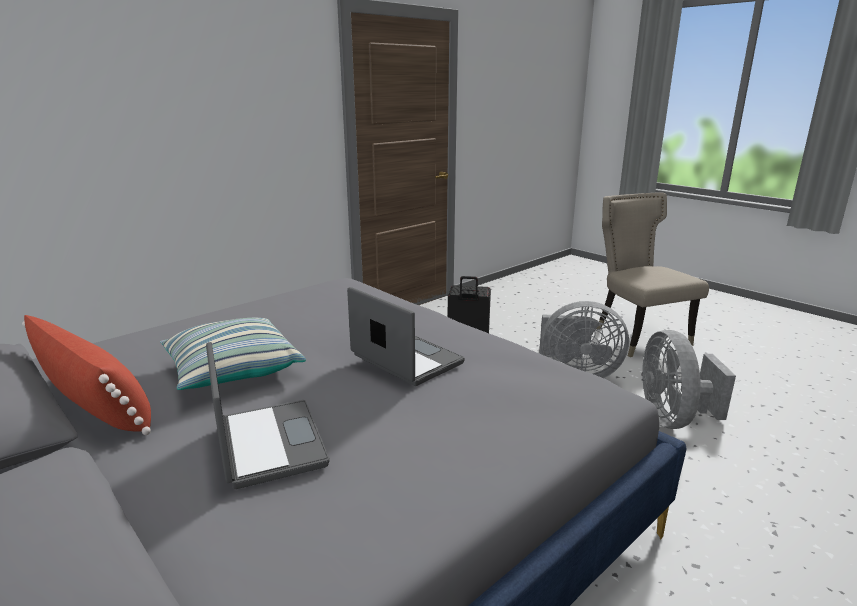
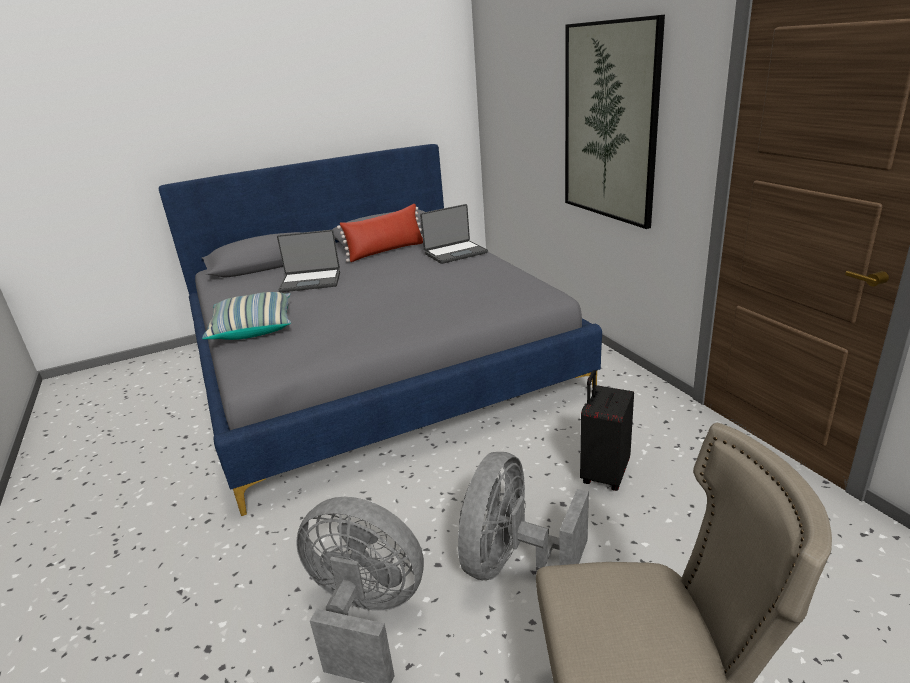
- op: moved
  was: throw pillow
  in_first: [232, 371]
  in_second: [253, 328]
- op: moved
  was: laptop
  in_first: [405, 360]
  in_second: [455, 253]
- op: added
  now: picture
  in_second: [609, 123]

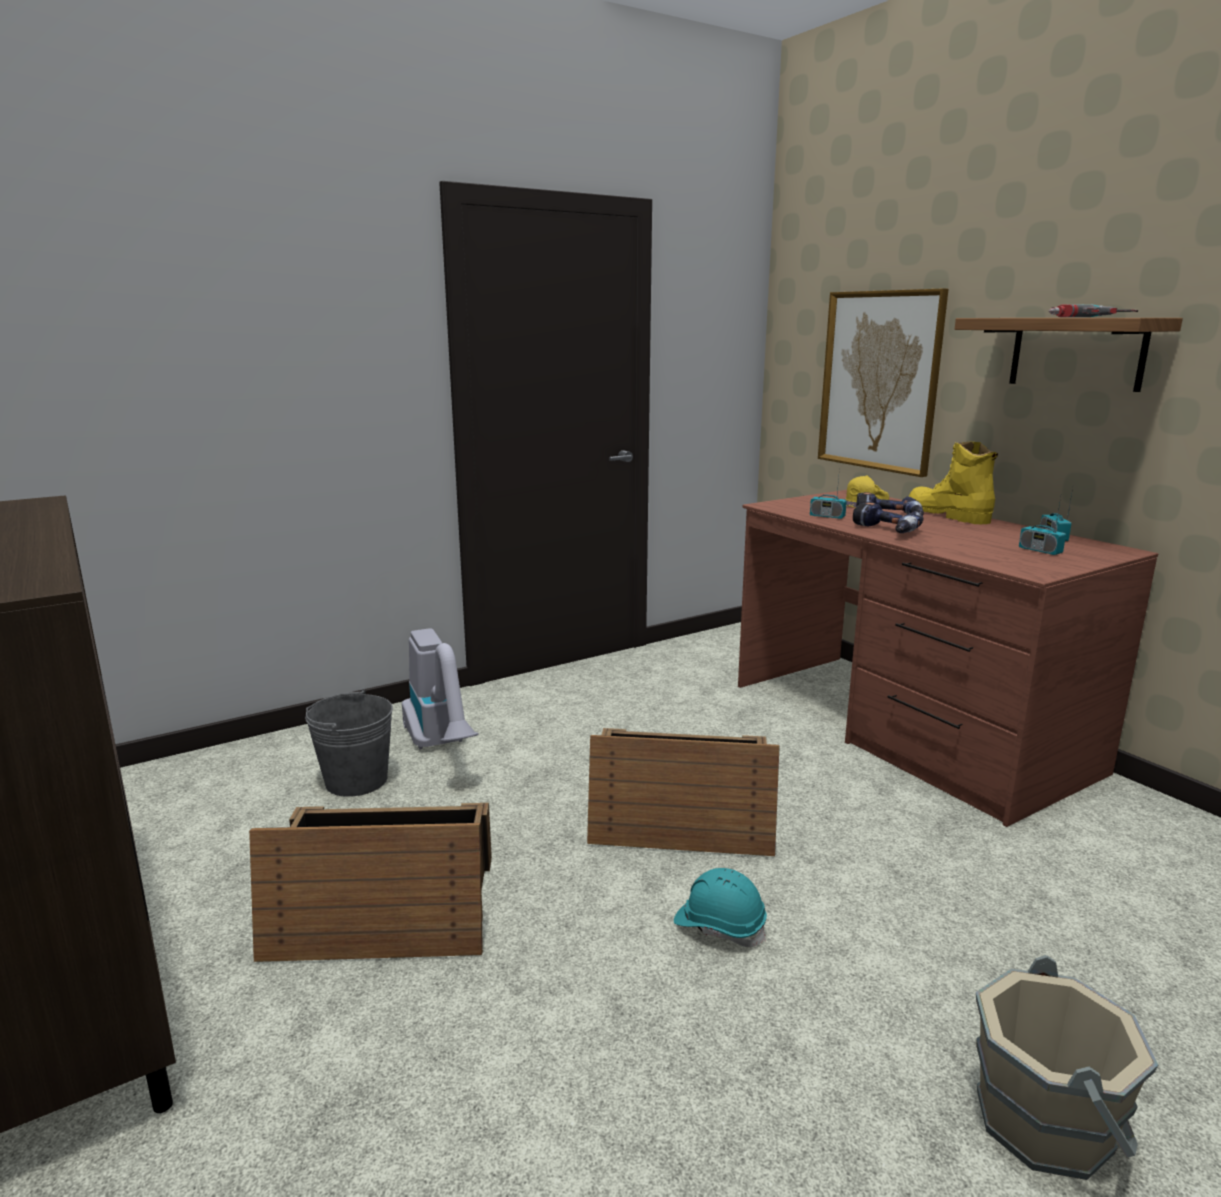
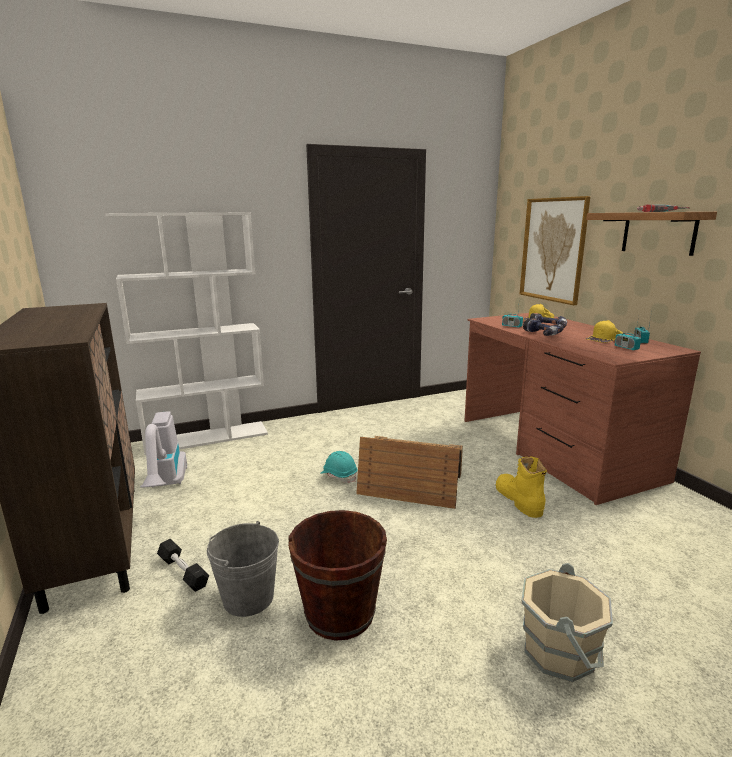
- op: removed
  was: shipping crate
  in_first: [382, 908]
- op: moved
  was: pail (grey)
  in_first: [356, 780]
  in_second: [248, 598]
- op: moved
  was: hoover
  in_first: [442, 746]
  in_second: [167, 486]
- op: moved
  was: safety helmet (blue-green)
  in_first: [719, 926]
  in_second: [339, 476]
- op: moved
  was: boot (yellowish)
  in_first: [947, 514]
  in_second: [518, 500]
- op: added
  now: bookcase (white)
  in_second: [207, 437]
- op: added
  now: hand weight (black-coloured)
  in_second: [183, 572]
- op: added
  now: pail (brownish)
  in_second: [340, 613]
- op: added
  now: cap (yellowish)
  in_second: [605, 339]

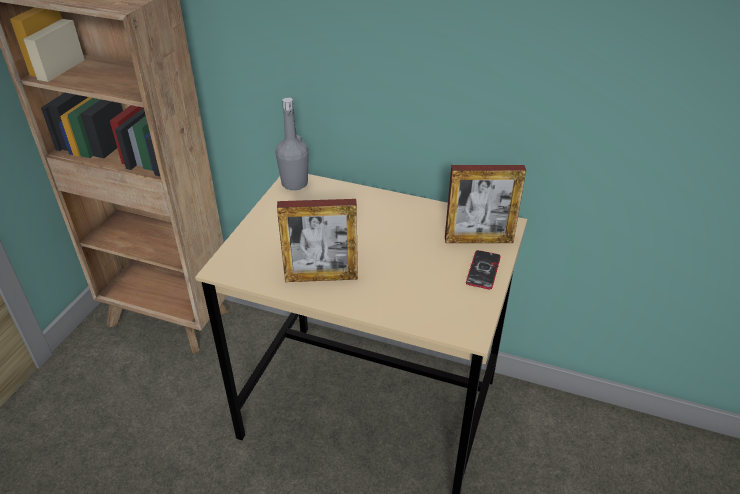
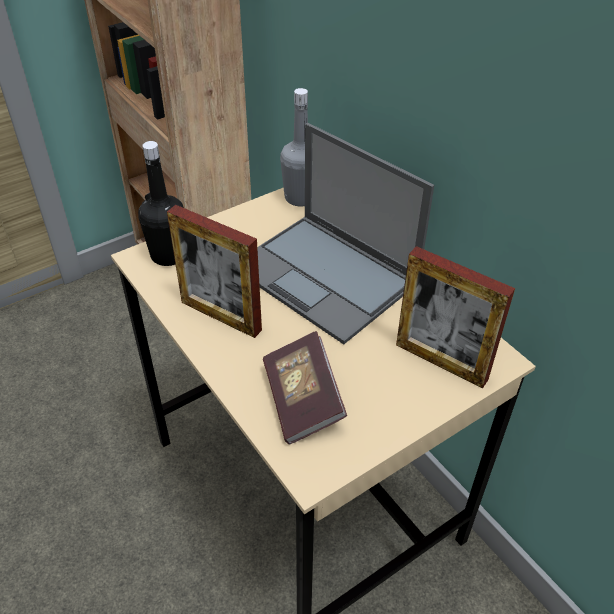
- op: removed
  was: phone
  in_first: [483, 270]
- op: added
  now: drink bottle (black-coloured)
  in_second: [168, 255]
- op: added
  now: laptop
  in_second: [326, 276]
- op: added
  now: bound book
  in_second: [302, 400]

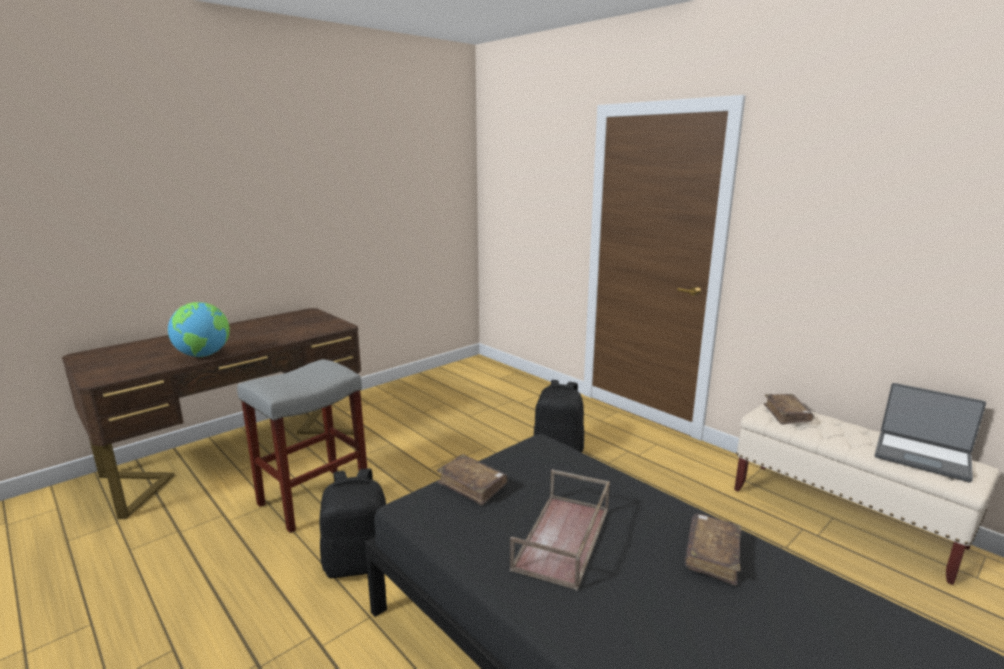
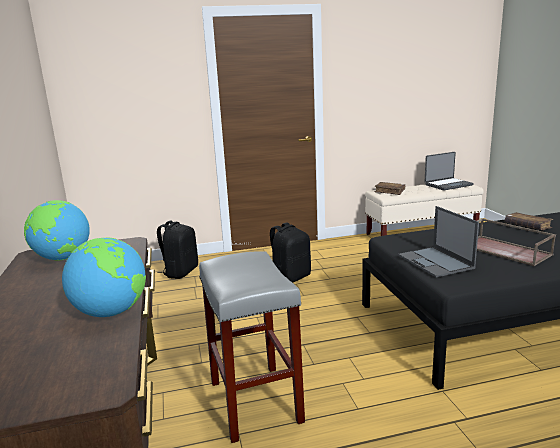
- op: moved
  was: knapsack (black-coloured)
  in_first: [359, 563]
  in_second: [180, 272]
- op: replaced
  was: bound book (brownish)
  now: laptop
  in_first: [472, 485]
  in_second: [436, 262]
- op: added
  now: desk globe
  in_second: [62, 258]

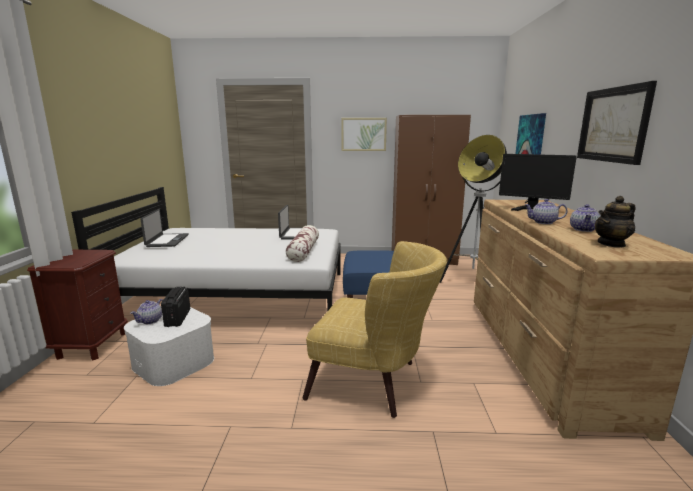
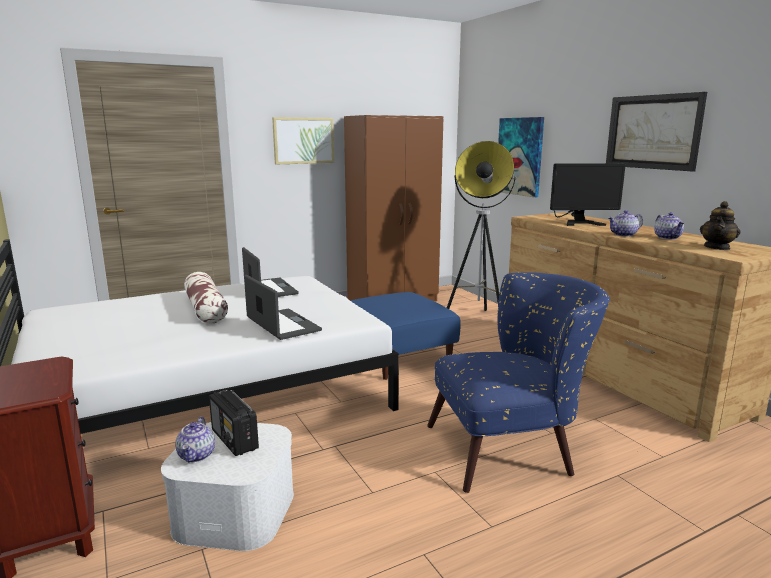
- op: moved
  was: laptop
  in_first: [167, 240]
  in_second: [282, 325]
- op: moved
  was: throw pillow
  in_first: [303, 251]
  in_second: [205, 309]
- op: recoloured
  was: armchair (yellowish)
  now: armchair (blue)
  in_first: [374, 383]
  in_second: [512, 449]

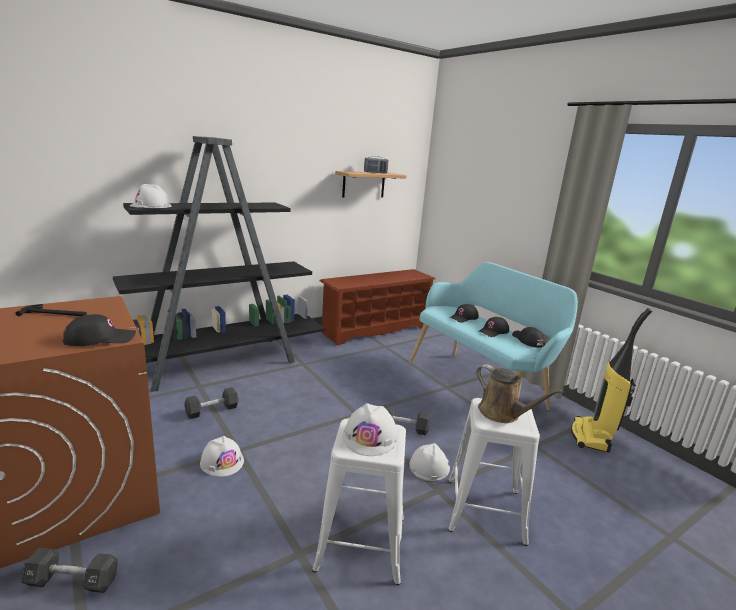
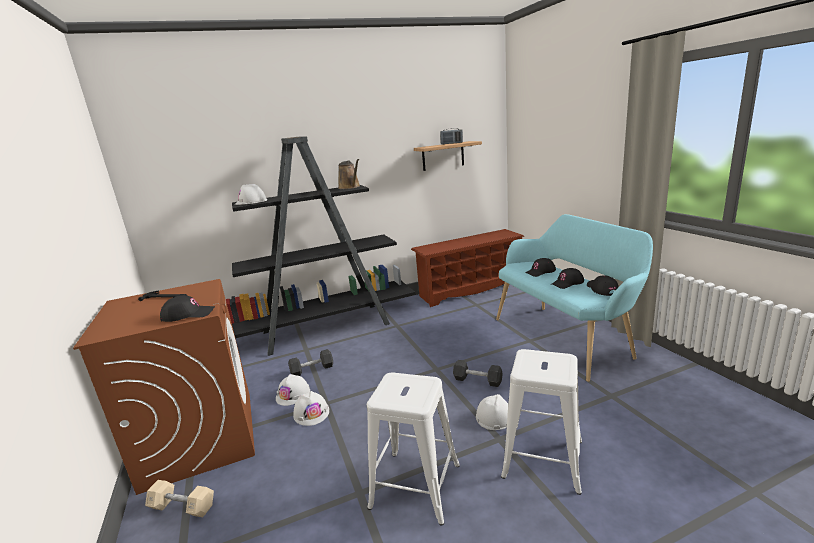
- op: recoloured
  was: hand weight (black-coloured)
  now: hand weight (sand-coloured)
  in_first: [73, 581]
  in_second: [183, 507]
- op: moved
  was: safety helmet (white)
  in_first: [370, 437]
  in_second: [293, 394]
- op: moved
  was: sprinkling can (brownish)
  in_first: [502, 414]
  in_second: [350, 187]
- op: removed
  was: hoover
  in_first: [592, 437]

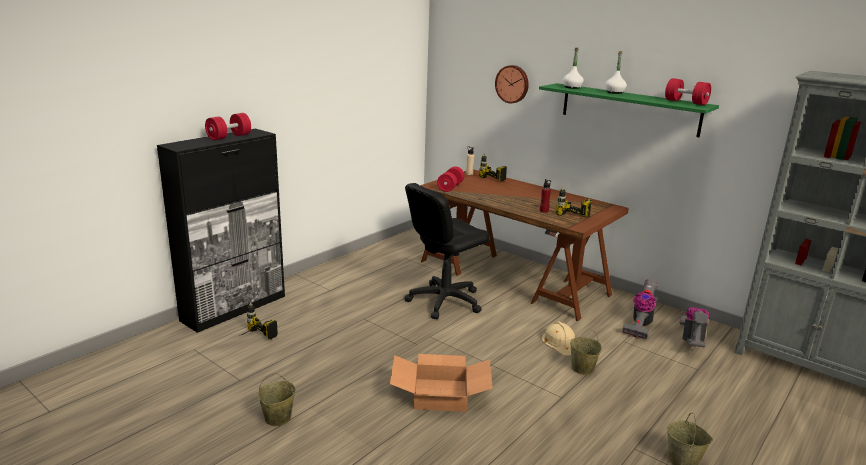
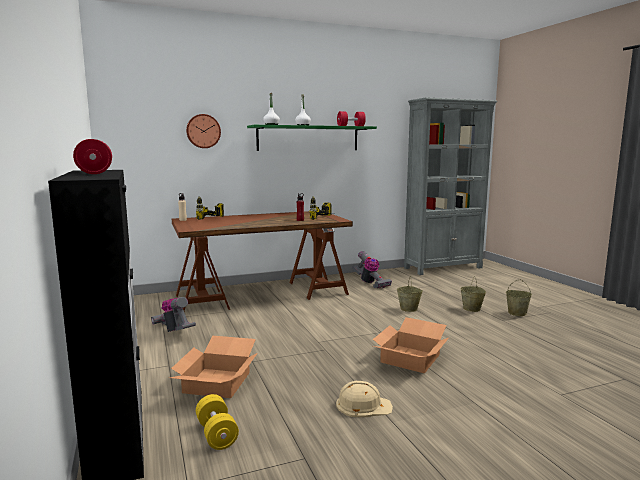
- op: replaced
  was: drill
  now: hand weight (yellowish)
  in_first: [251, 339]
  in_second: [217, 434]
- op: moved
  was: pail (sand-coloured)
  in_first: [277, 418]
  in_second: [472, 309]
- op: removed
  was: desk chair (black-coloured)
  in_first: [444, 301]
- op: removed
  was: hand weight (red)
  in_first: [450, 187]
- op: moved
  was: safety helmet (sand-coloured)
  in_first: [561, 343]
  in_second: [363, 405]
- op: moved
  was: hoover
  in_first: [692, 341]
  in_second: [174, 331]
- op: added
  now: cardboard box
  in_second: [216, 382]

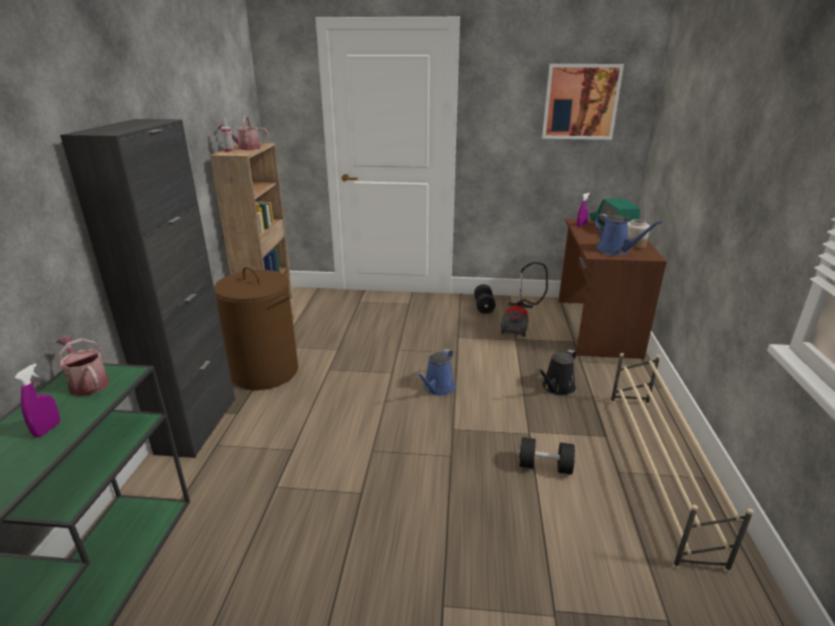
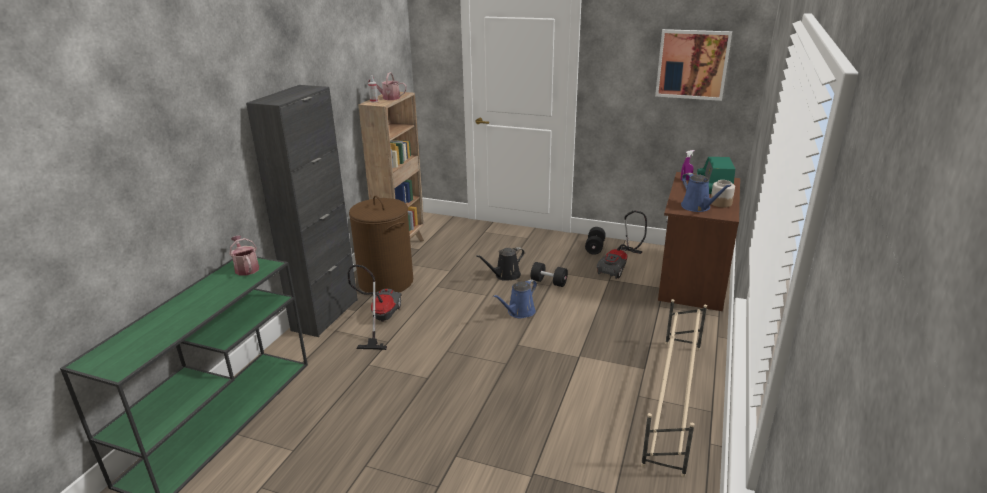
- op: removed
  was: spray bottle (purple)
  in_first: [47, 429]
- op: moved
  was: hand weight (black-coloured)
  in_first: [545, 466]
  in_second: [548, 282]
- op: moved
  was: sprinkling can (black-coloured)
  in_first: [556, 388]
  in_second: [505, 275]
- op: added
  now: hoover
  in_second: [380, 320]

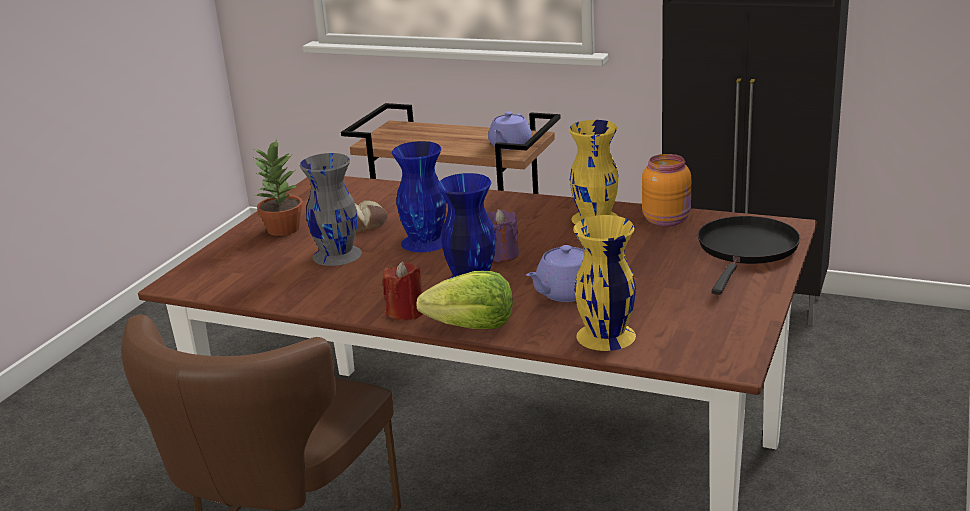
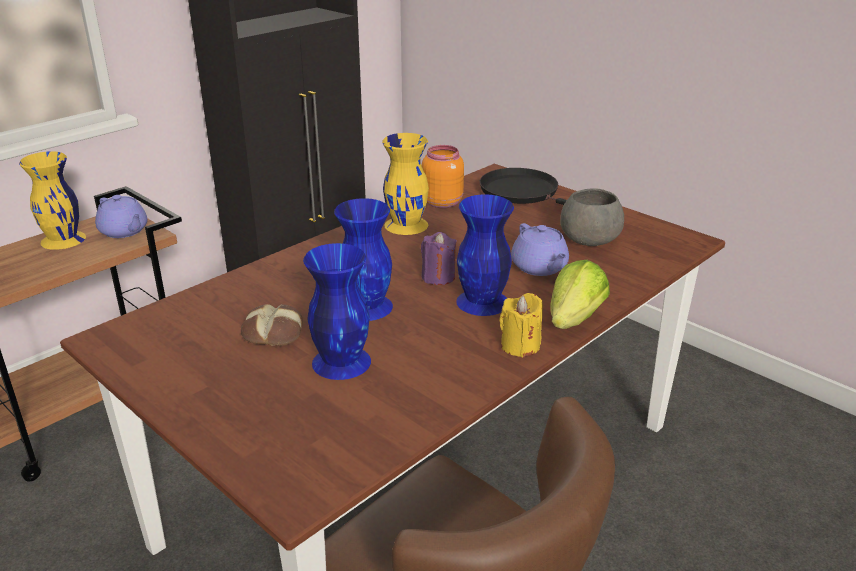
- op: removed
  was: potted plant
  in_first: [282, 229]
- op: recoloured
  was: flower vase (grey)
  now: flower vase (blue)
  in_first: [337, 254]
  in_second: [340, 361]
- op: recoloured
  was: wax candle (red)
  now: wax candle (yellowish)
  in_first: [406, 312]
  in_second: [520, 346]
- op: moved
  was: flower vase (yellowish)
  in_first: [604, 336]
  in_second: [63, 240]
- op: added
  now: deep dish (grey)
  in_second: [588, 239]

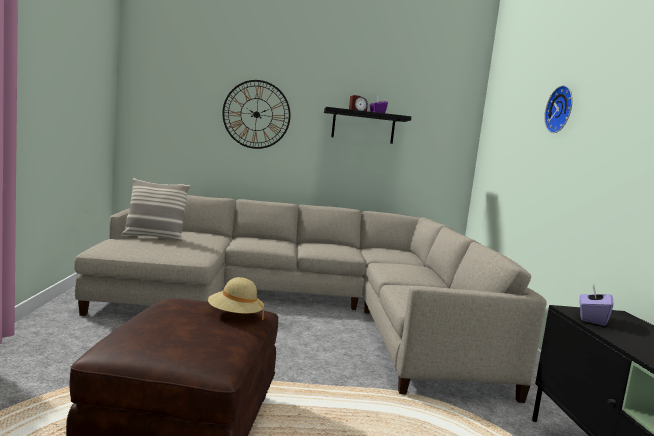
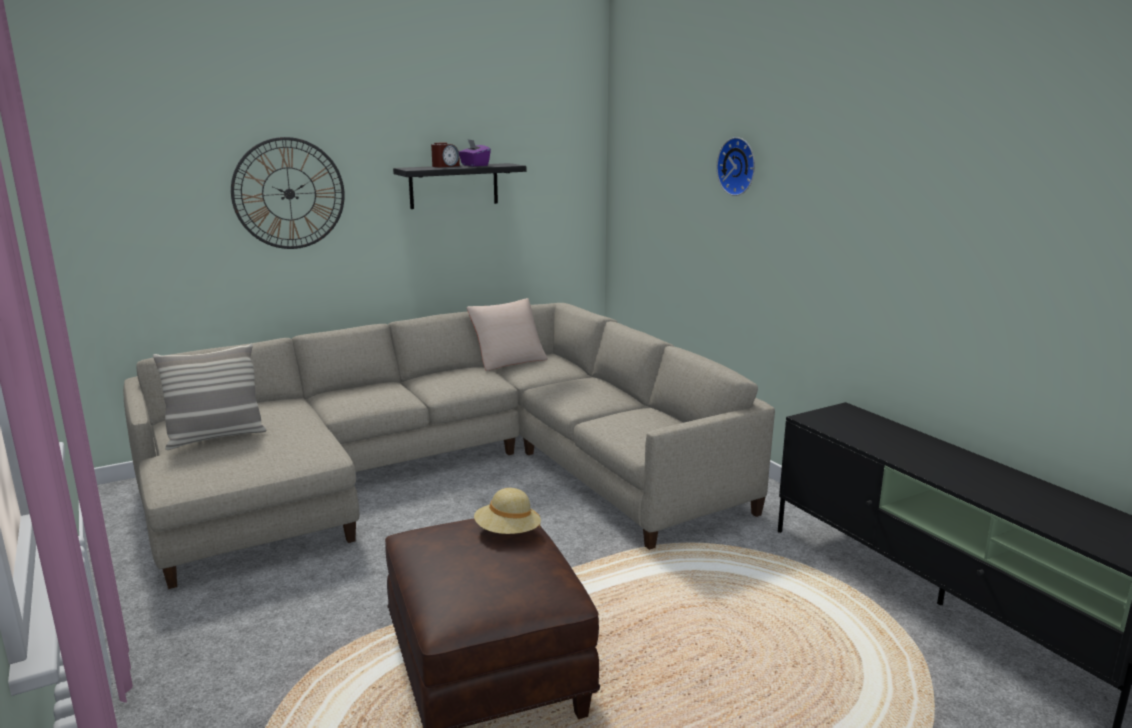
- op: removed
  was: tissue holder (purple)
  in_first: [592, 318]
- op: added
  now: throw pillow (sand-coloured)
  in_second: [508, 360]

